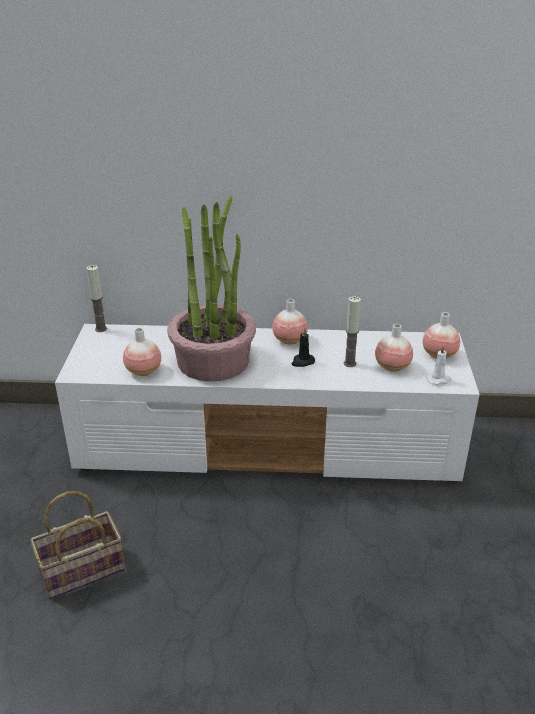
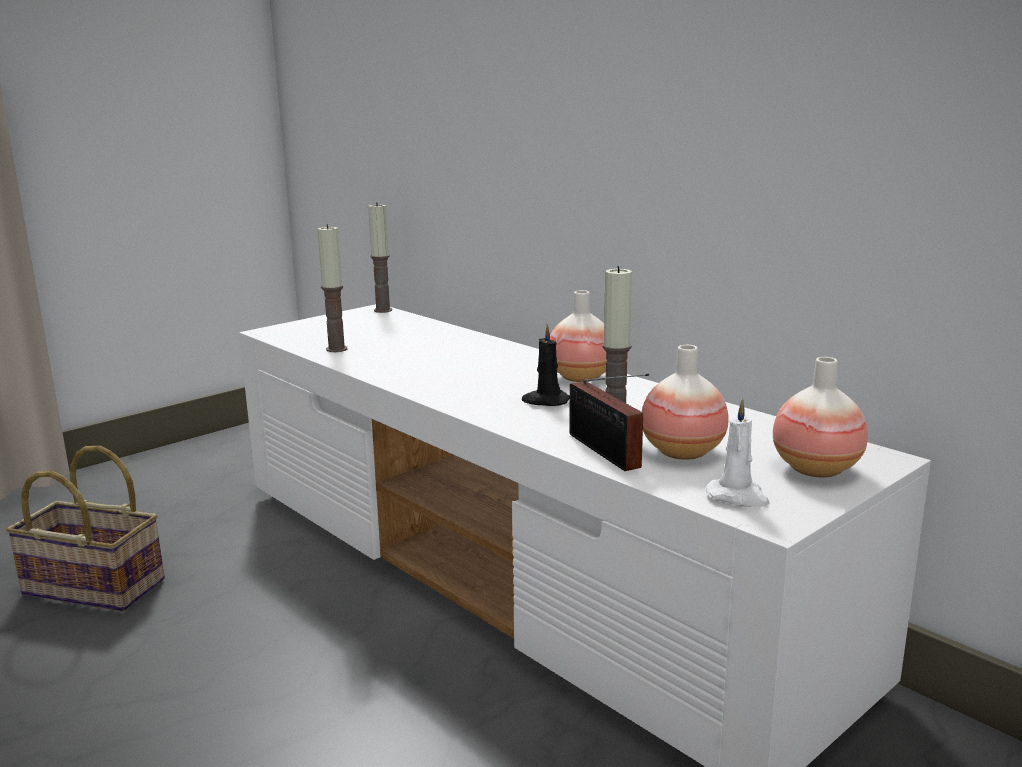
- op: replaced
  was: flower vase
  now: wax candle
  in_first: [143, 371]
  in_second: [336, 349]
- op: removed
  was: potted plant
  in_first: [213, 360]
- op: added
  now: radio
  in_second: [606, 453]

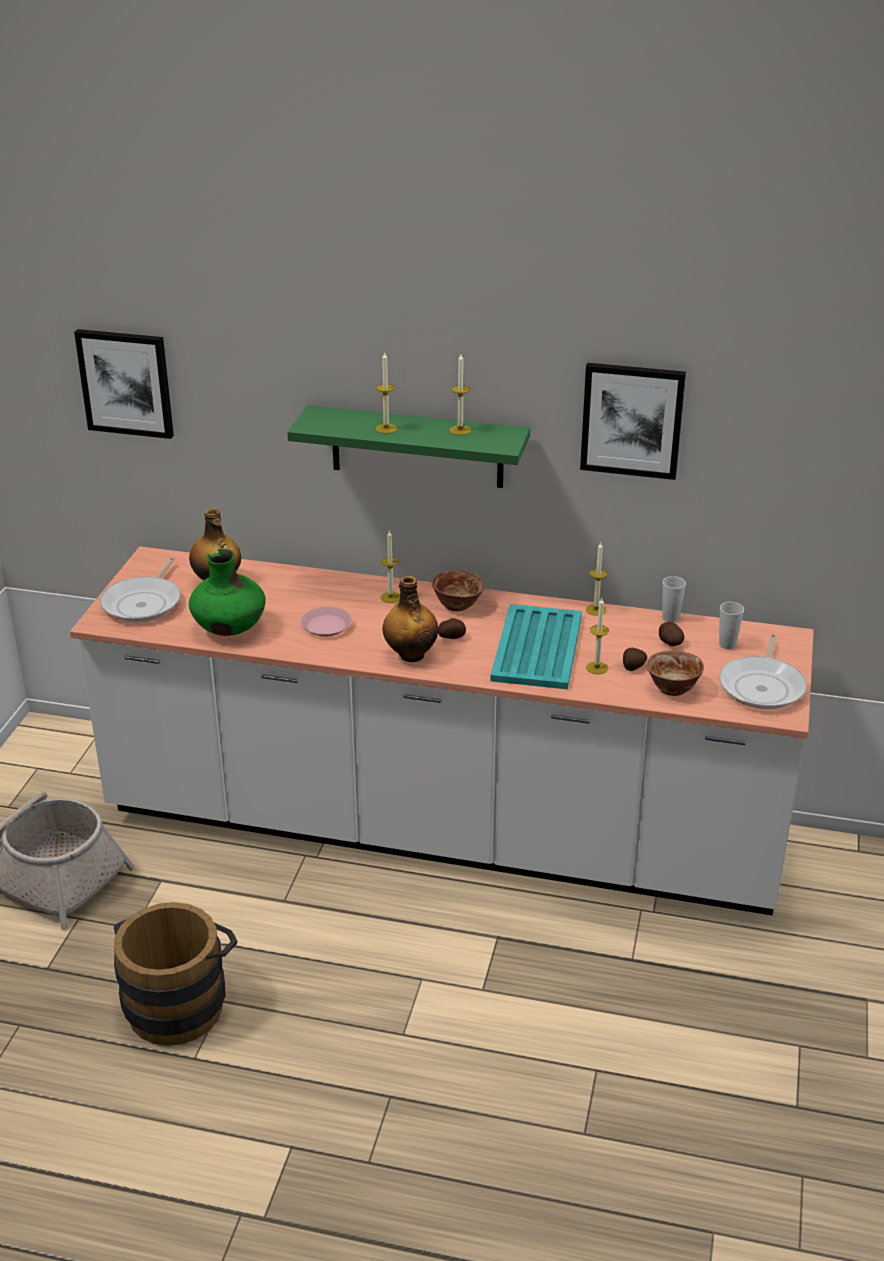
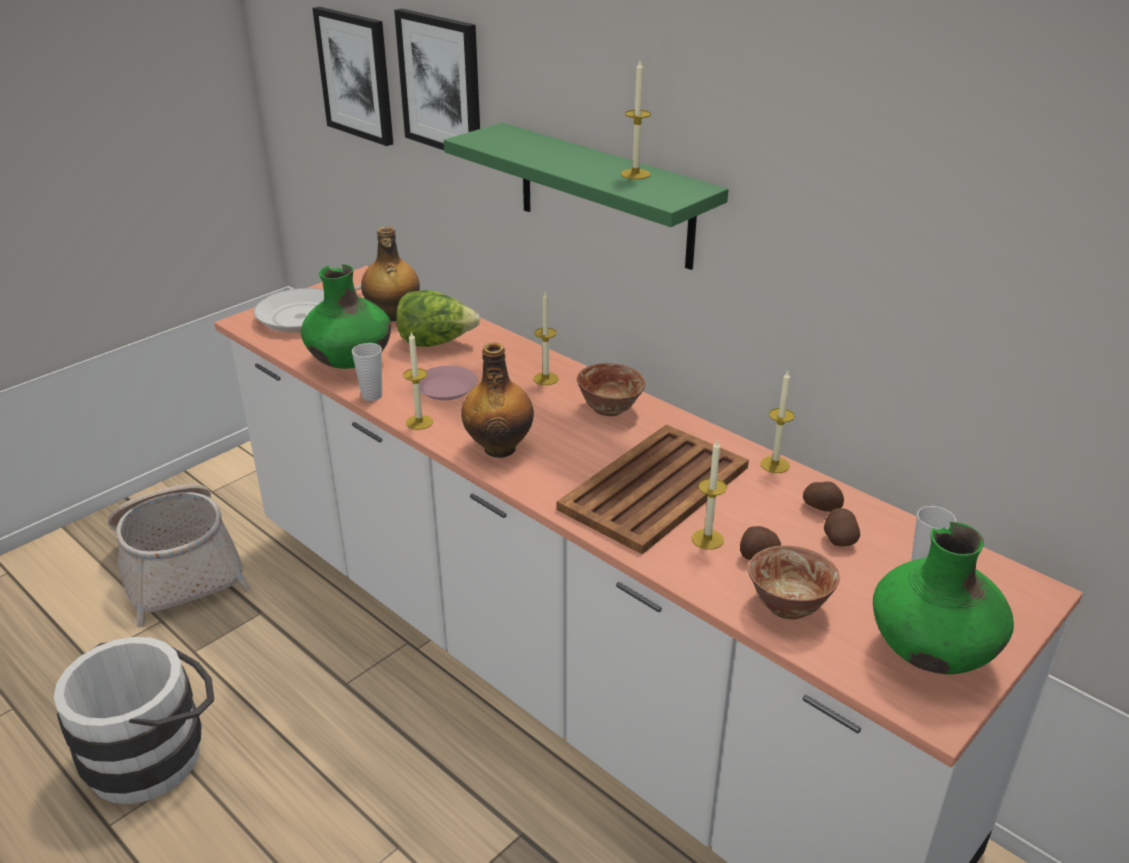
- op: recoloured
  was: pail (brownish)
  now: pail (white)
  in_first: [179, 1001]
  in_second: [156, 752]
- op: moved
  was: wax candle
  in_first: [386, 428]
  in_second: [419, 422]
- op: moved
  was: whole potato
  in_first: [451, 637]
  in_second: [822, 507]
- op: recoloured
  was: carrying tray (blue-green)
  now: carrying tray (brownish)
  in_first: [538, 647]
  in_second: [656, 487]
- op: moved
  was: picture
  in_first: [632, 420]
  in_second: [441, 83]
- op: moved
  was: drinking cup
  in_first: [670, 618]
  in_second: [372, 396]
- op: replaced
  was: frying pan
  now: flower vase (greenish)
  in_first: [762, 686]
  in_second: [931, 652]
- op: added
  now: lettuce
  in_second: [436, 343]

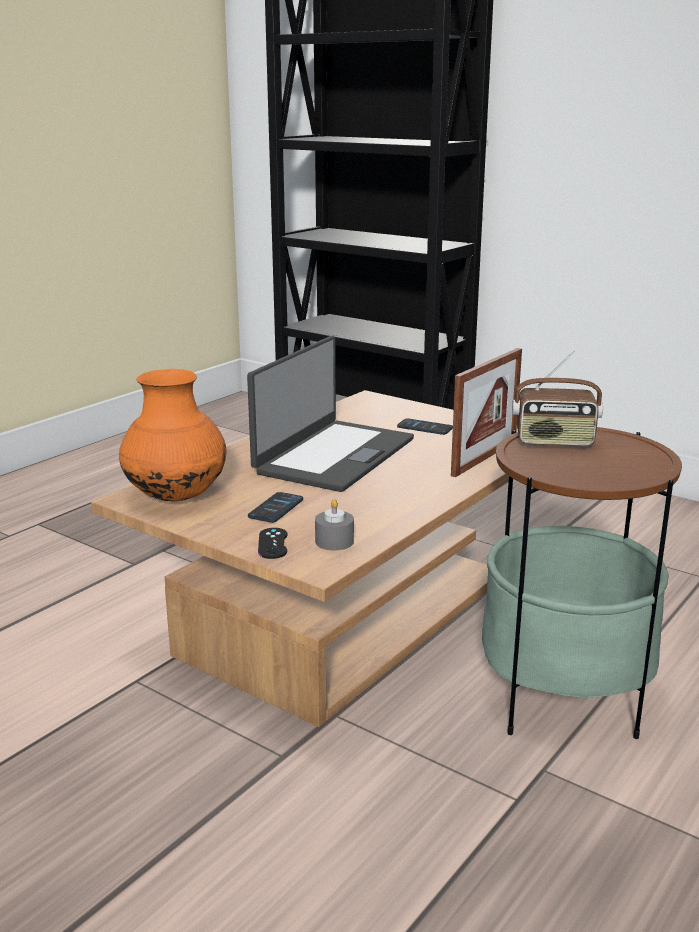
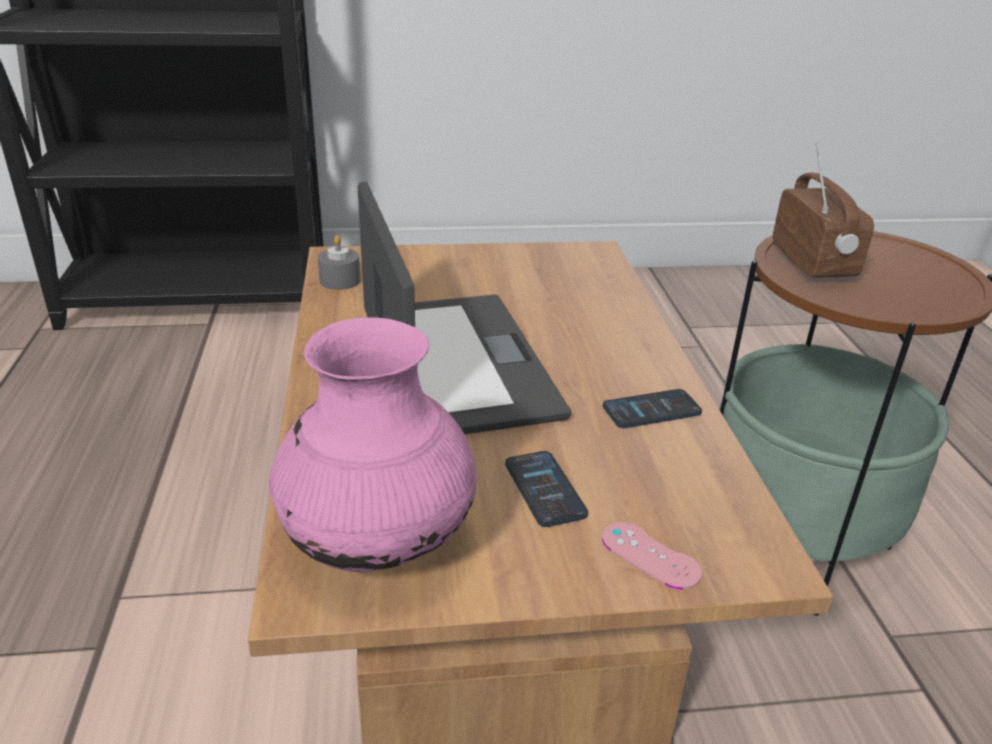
- op: recoloured
  was: flower vase (orangey)
  now: flower vase (pink)
  in_first: [177, 497]
  in_second: [379, 545]
- op: recoloured
  was: joypad (black-coloured)
  now: joypad (pink)
  in_first: [273, 543]
  in_second: [650, 555]
- op: moved
  was: wax candle (grey)
  in_first: [334, 541]
  in_second: [340, 280]
- op: moved
  was: phone
  in_first: [425, 428]
  in_second: [651, 410]
- op: removed
  was: photo frame
  in_first: [484, 458]
- op: turned
  was: radio
  in_first: [554, 441]
  in_second: [814, 263]
  clockwise: -60

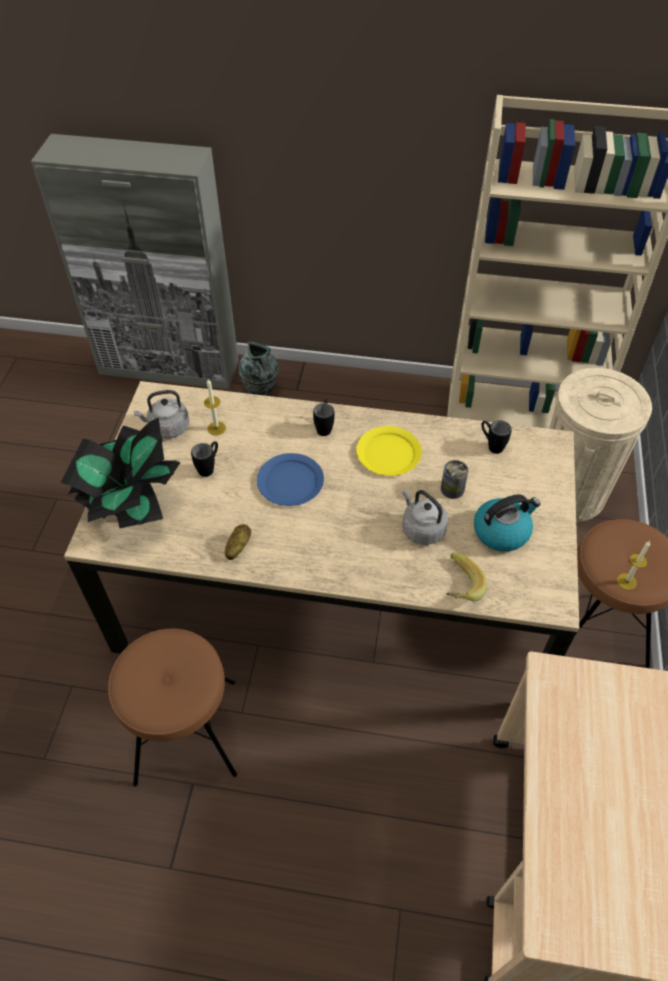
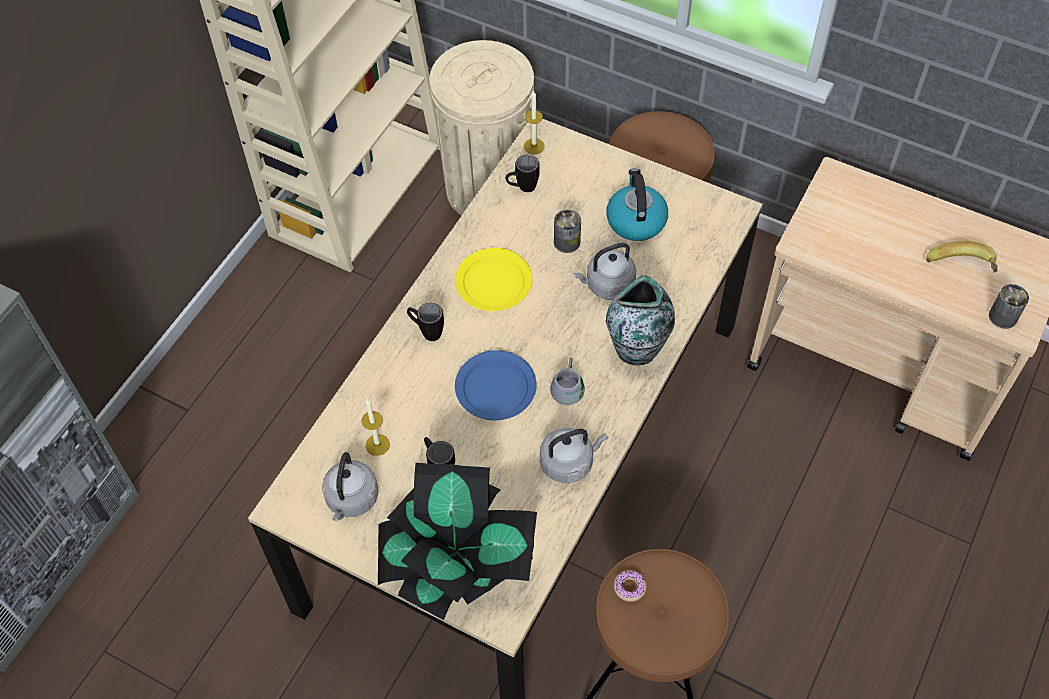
- op: replaced
  was: whole potato
  now: kettle (grey)
  in_first: [238, 547]
  in_second: [569, 462]
- op: moved
  was: flower vase
  in_first: [260, 391]
  in_second: [637, 348]
- op: moved
  was: banana fruit
  in_first: [457, 586]
  in_second: [960, 270]
- op: moved
  was: wax candle
  in_first: [626, 581]
  in_second: [534, 146]
- op: added
  now: mug (grey)
  in_second: [571, 387]
- op: added
  now: ring doughnut
  in_second: [629, 587]
- op: added
  now: metal can
  in_second: [1003, 317]

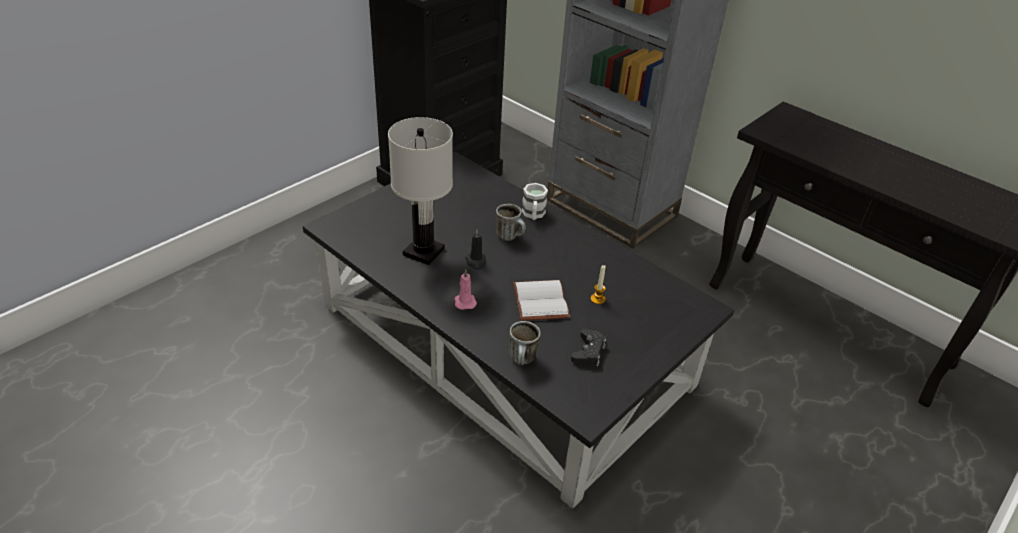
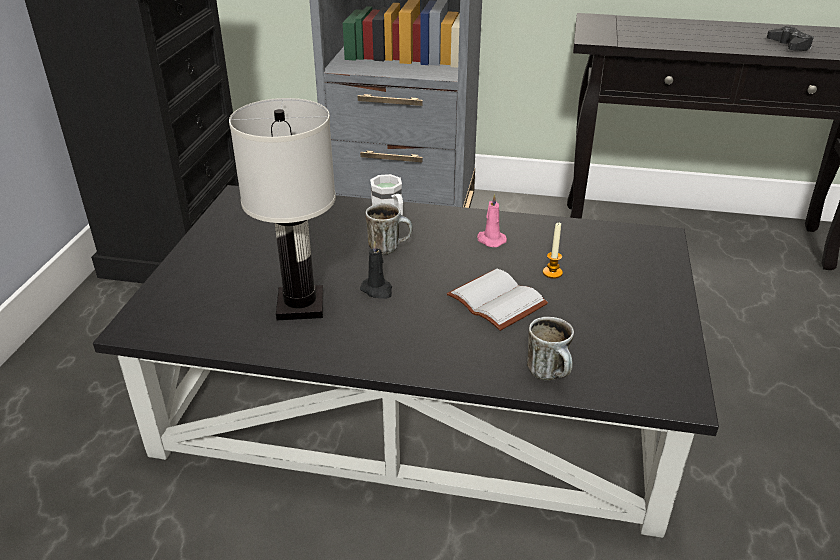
- op: moved
  was: wax candle (pink)
  in_first: [465, 301]
  in_second: [490, 240]
- op: moved
  was: joypad (black-coloured)
  in_first: [588, 352]
  in_second: [789, 45]

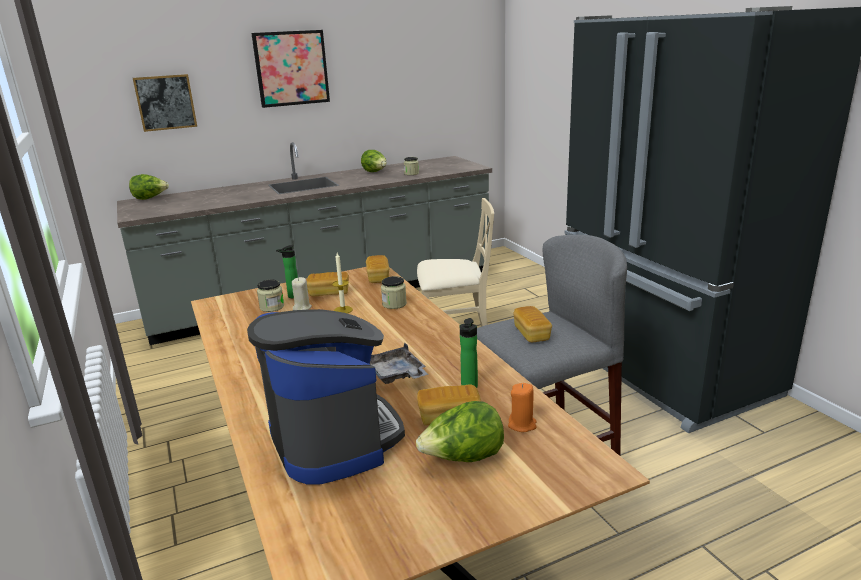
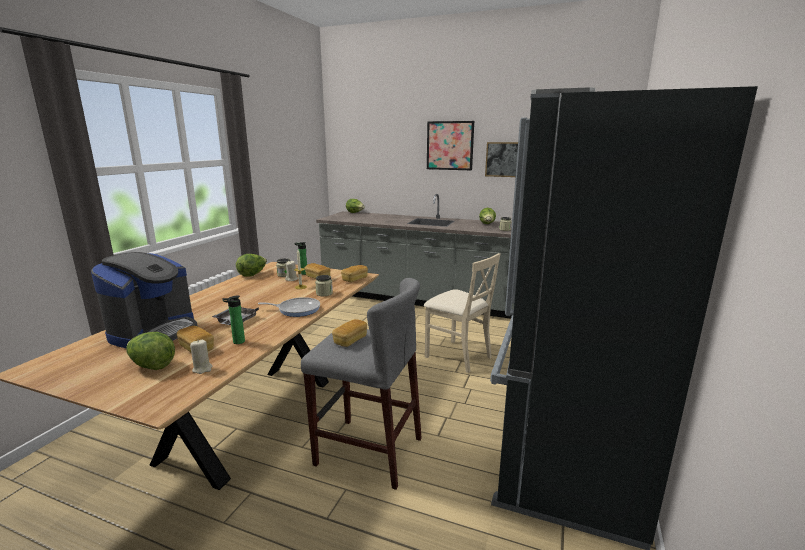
- op: moved
  was: picture
  in_first: [165, 102]
  in_second: [503, 159]
- op: recoloured
  was: wax candle (orangey)
  now: wax candle (sand-coloured)
  in_first: [522, 425]
  in_second: [202, 369]
- op: added
  now: lettuce
  in_second: [253, 274]
- op: added
  now: frying pan
  in_second: [297, 309]

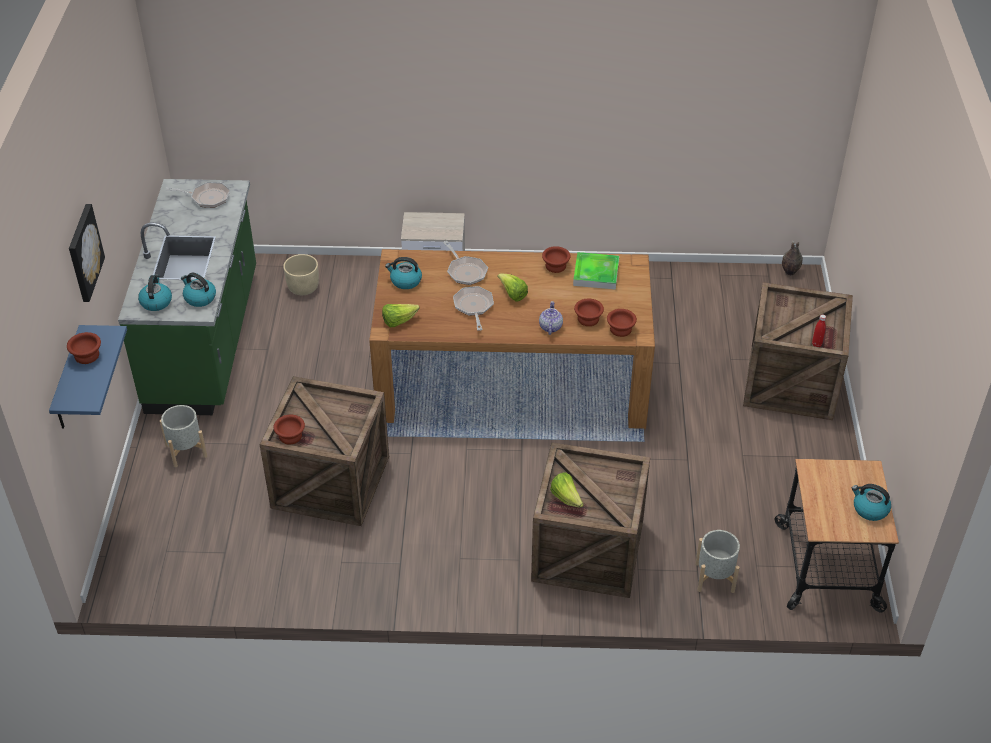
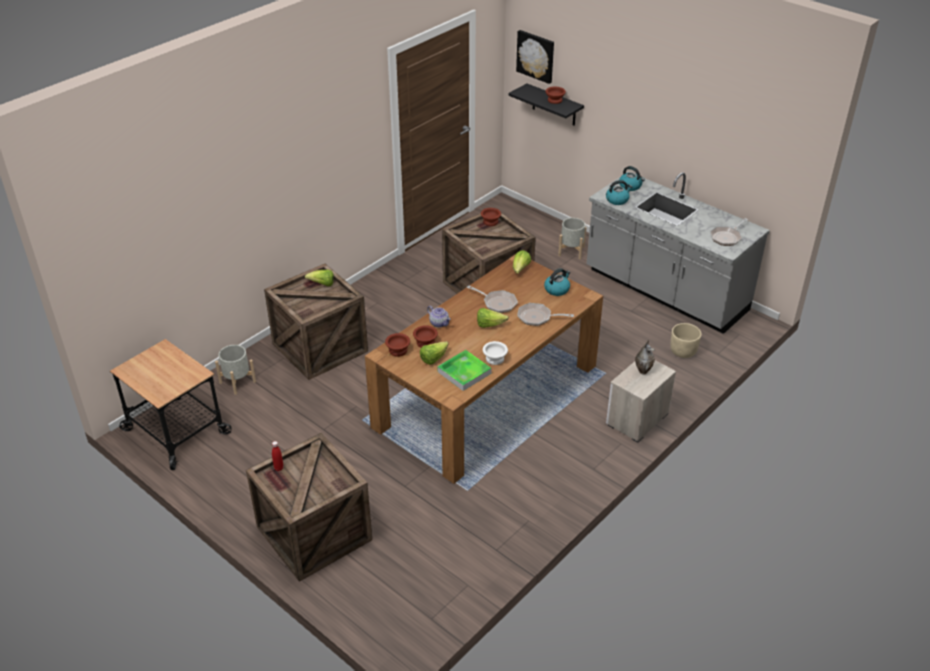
- op: recoloured
  was: wall shelf (blue)
  now: wall shelf (black-coloured)
  in_first: [68, 381]
  in_second: [554, 105]
- op: moved
  was: picture
  in_first: [83, 252]
  in_second: [536, 56]
- op: recoloured
  was: kitchen counter (greenish)
  now: kitchen counter (grey)
  in_first: [205, 340]
  in_second: [665, 292]
- op: recoloured
  was: deep dish (brownish)
  now: deep dish (white)
  in_first: [556, 266]
  in_second: [494, 359]
- op: moved
  was: flower vase
  in_first: [789, 272]
  in_second: [643, 370]
- op: removed
  was: kettle
  in_first: [869, 509]
- op: added
  now: lettuce
  in_second: [433, 358]

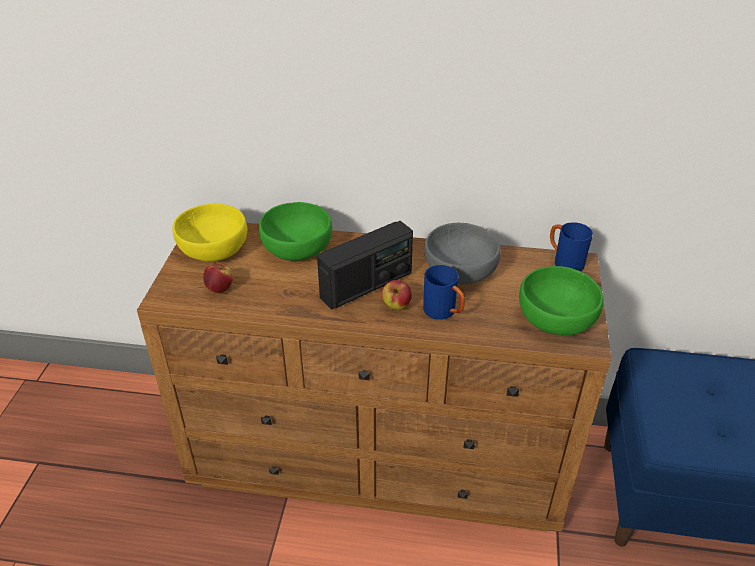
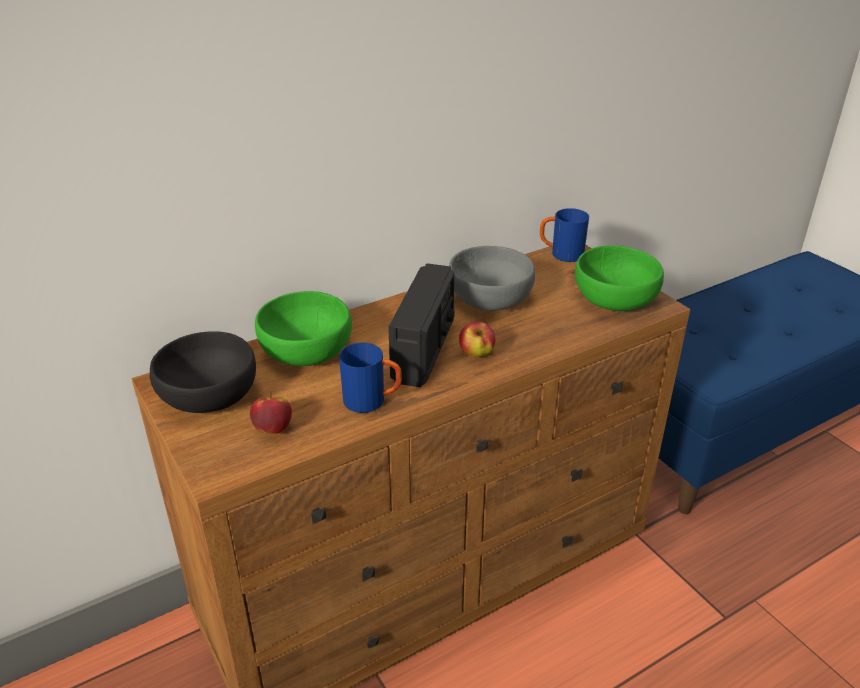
- op: recoloured
  was: deep dish (yellowish)
  now: deep dish (black-coloured)
  in_first: [214, 250]
  in_second: [210, 396]
- op: moved
  was: mug (blue)
  in_first: [444, 313]
  in_second: [372, 401]

